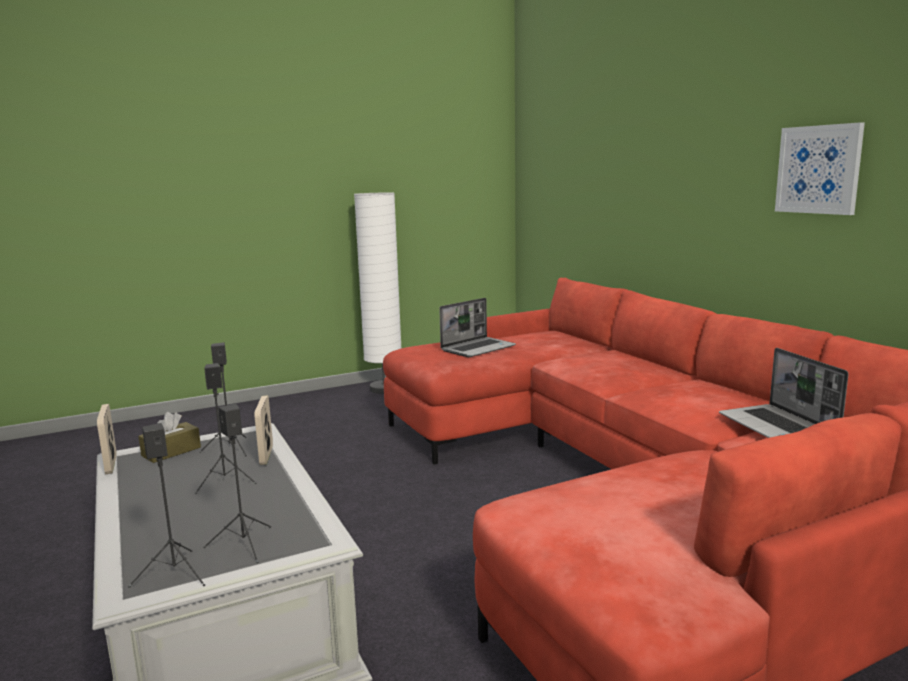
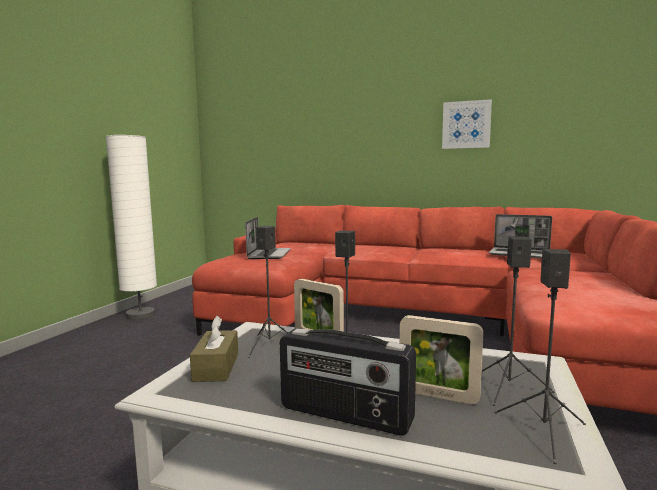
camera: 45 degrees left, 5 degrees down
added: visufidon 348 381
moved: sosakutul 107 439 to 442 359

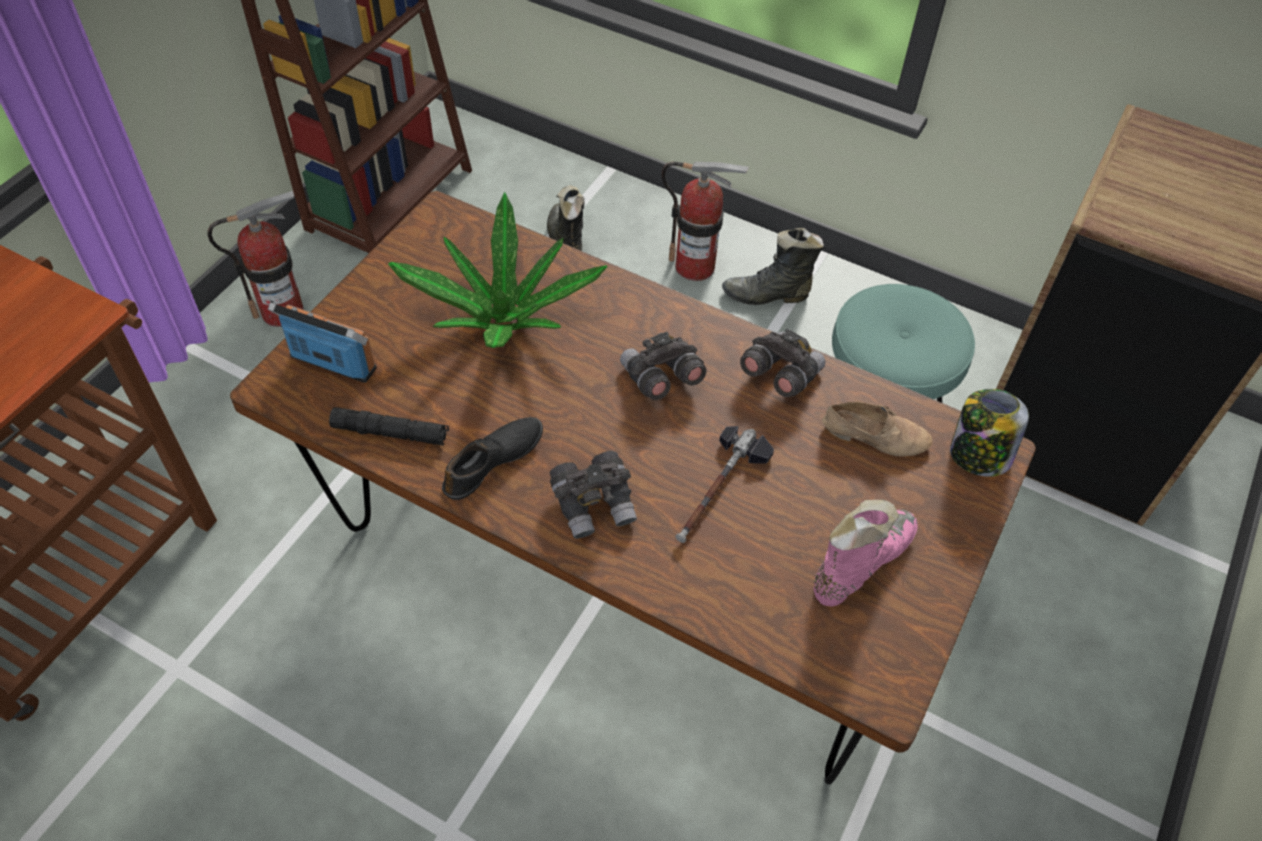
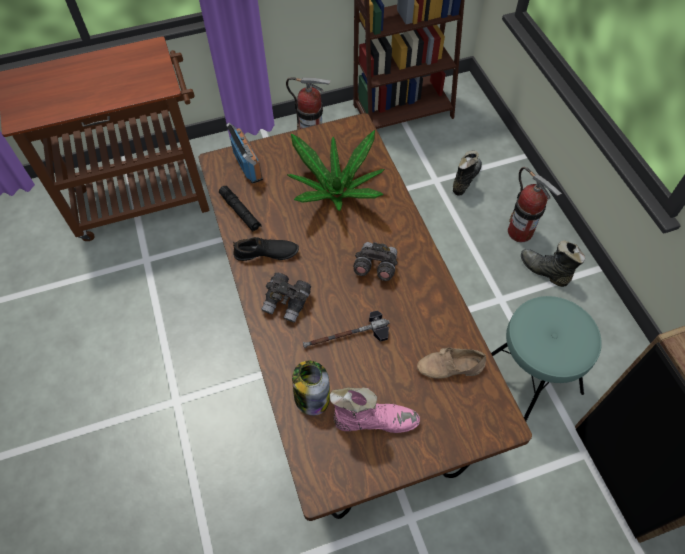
camera: 45 degrees right, 5 degrees up
removed: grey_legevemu 783 362
moved: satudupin 989 433 to 311 388
turned: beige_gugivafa 877 429 = 451 363 120 degrees clockwise

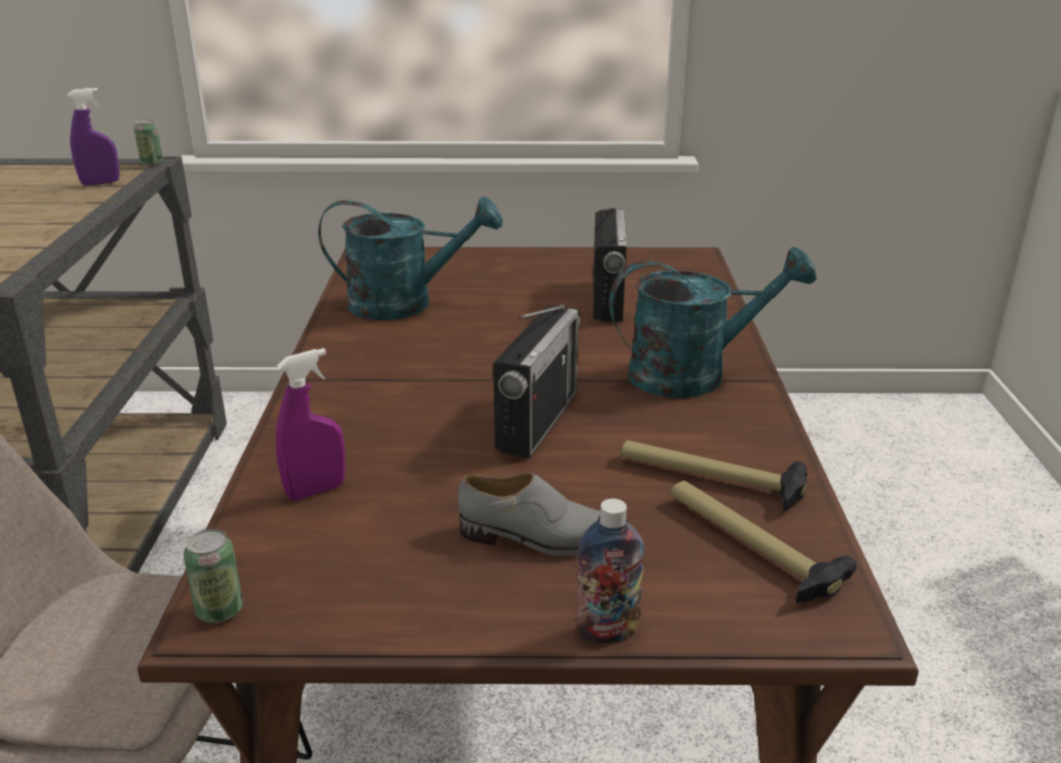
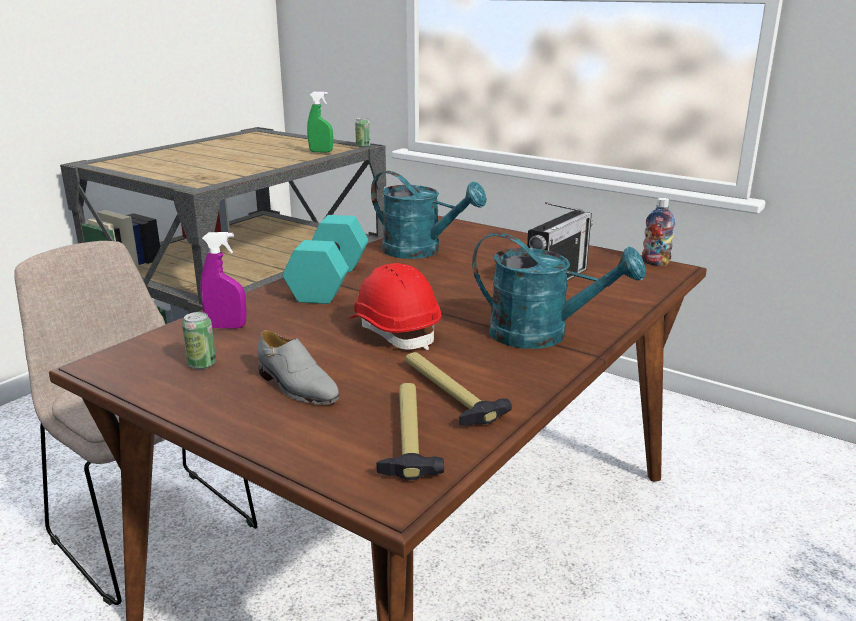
camera: 35 degrees right, 5 degrees down
added: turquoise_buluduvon 325 259
moved: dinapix 213 576 to 199 340; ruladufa 610 571 to 658 232
replaced: visufidon 536 382 to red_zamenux 395 306
recoloured: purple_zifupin 94 137 to green_zifupin 320 122

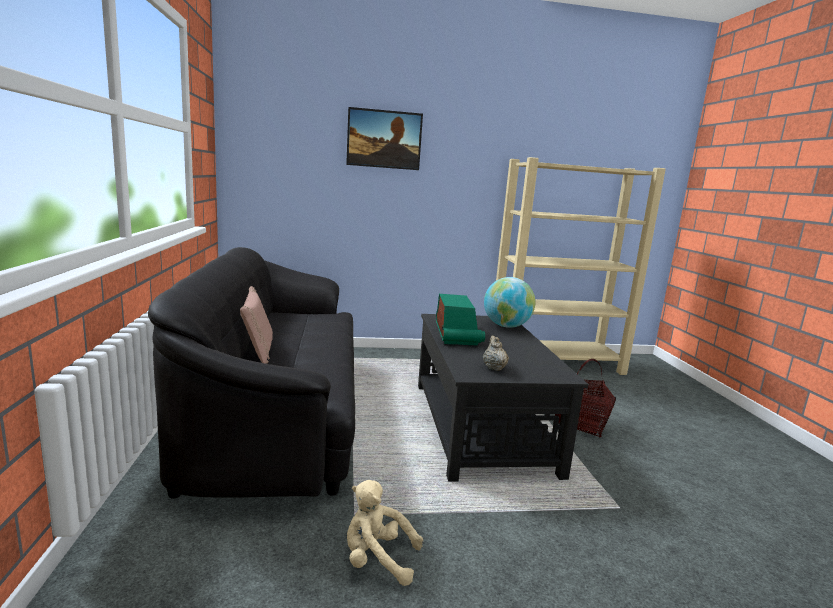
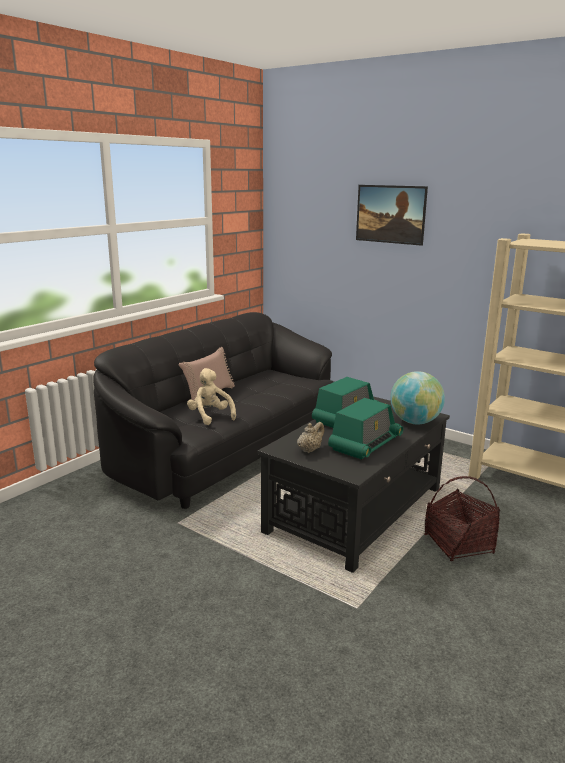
camera: 45 degrees right, 5 degrees up
added: visufidon 365 429
moved: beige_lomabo 385 533 to 211 396

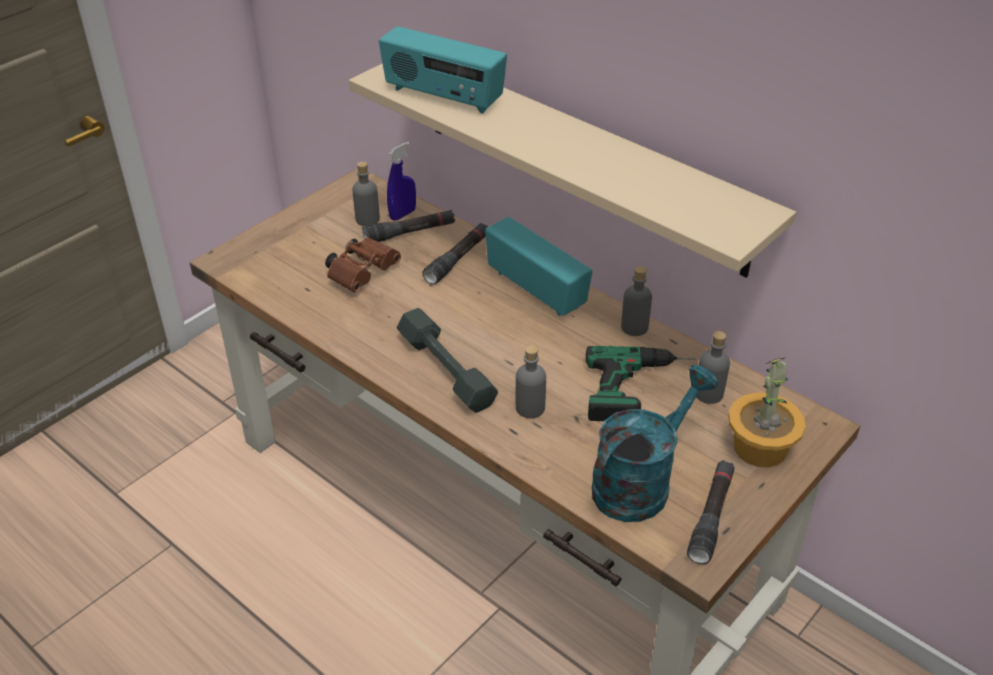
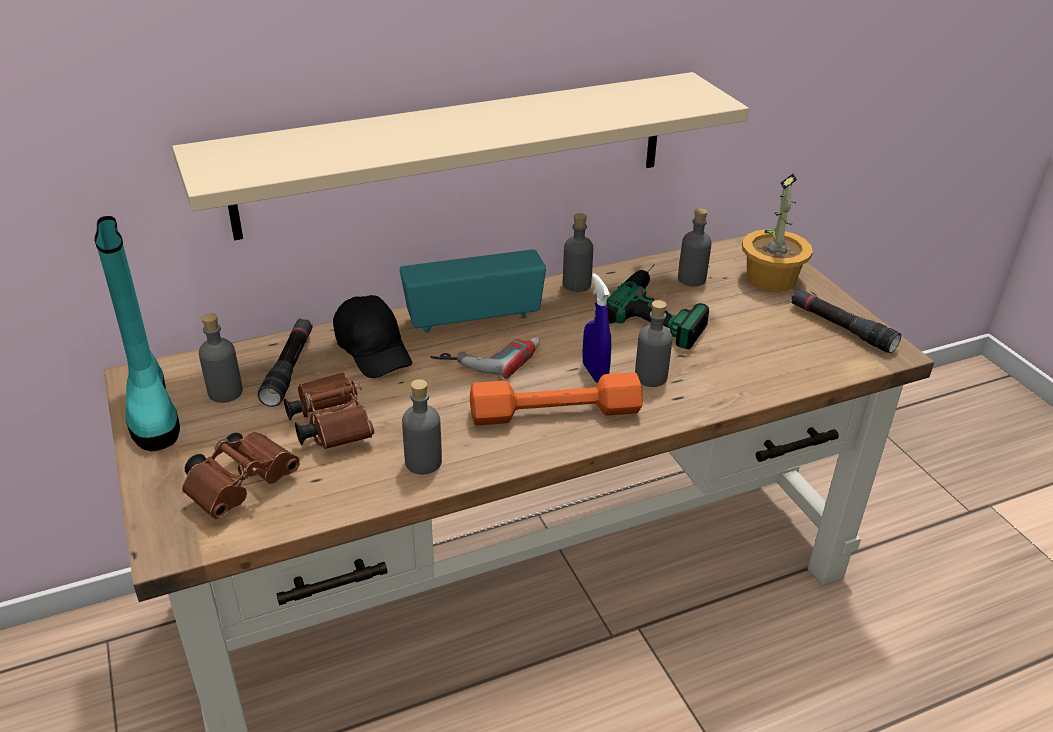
camera: 65 degrees left, 5 degrees down
removed: visufidon 443 70; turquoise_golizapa 655 443
added: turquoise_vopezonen 137 333; brown_legevemu 241 475; grey_ruladufa 422 426; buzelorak 485 358
moved: blue_zifupin 401 181 to 596 328
replaced: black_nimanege 455 253 to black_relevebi 372 336
recoloured: grey_buluduvon 447 360 to orange_buluduvon 556 398

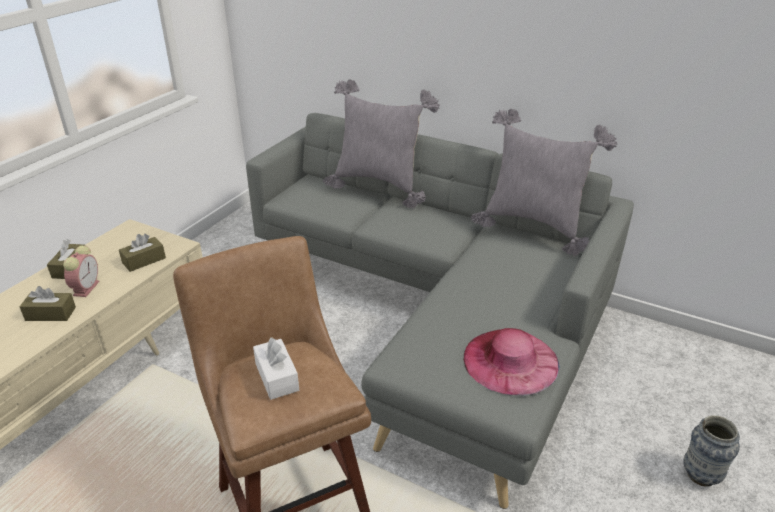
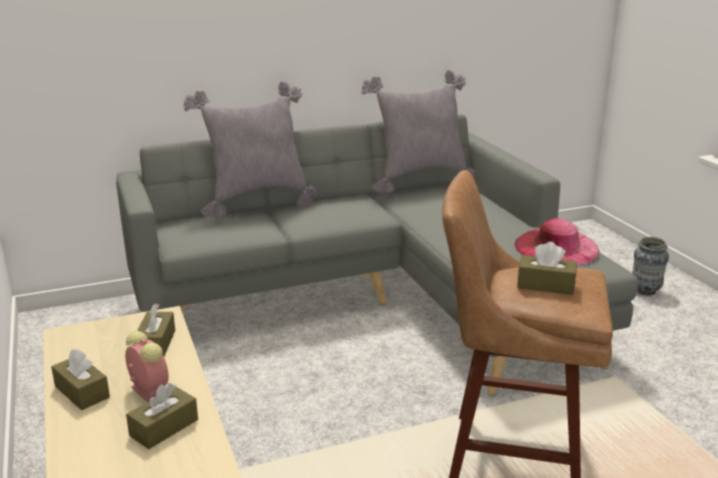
camera: 50 degrees left, 10 degrees down
recoloured: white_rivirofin 276 368 to brown_rivirofin 547 268

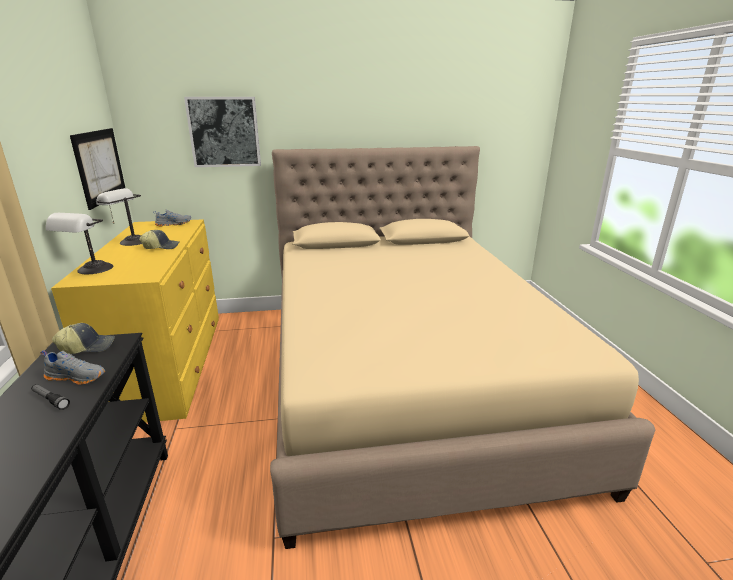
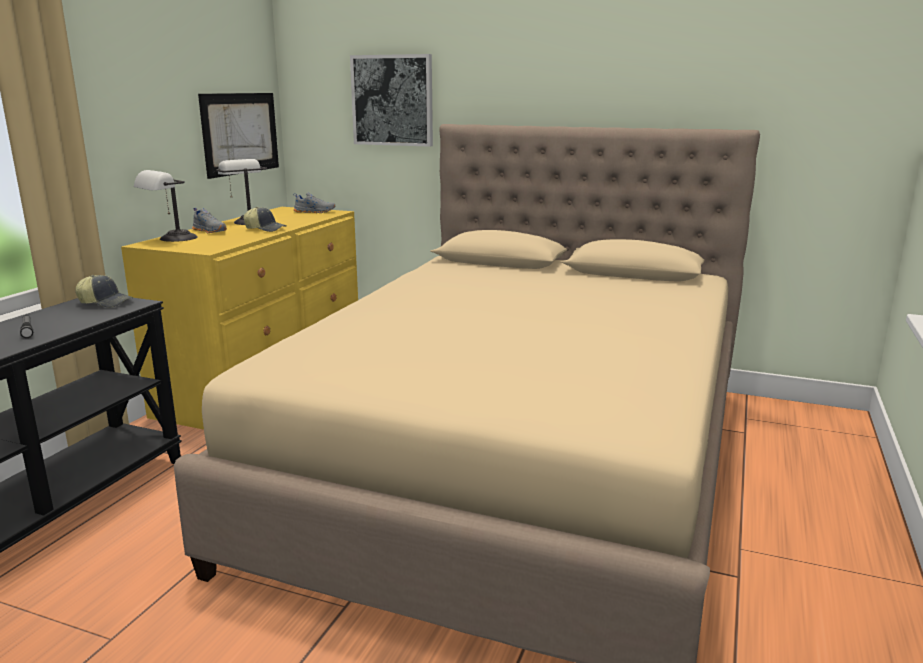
camera: 30 degrees right, 5 degrees down
moved: grey_gugivafa 73 367 to 209 220

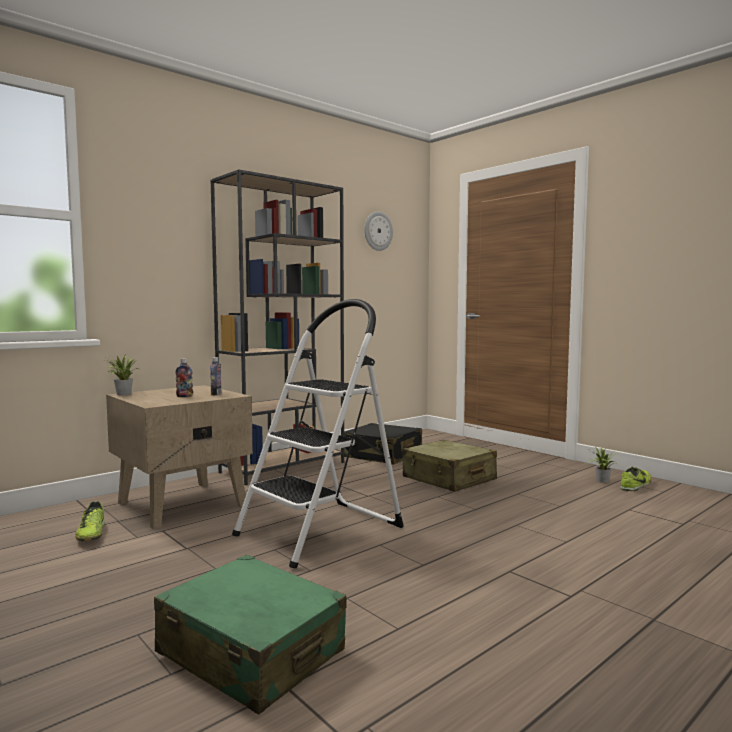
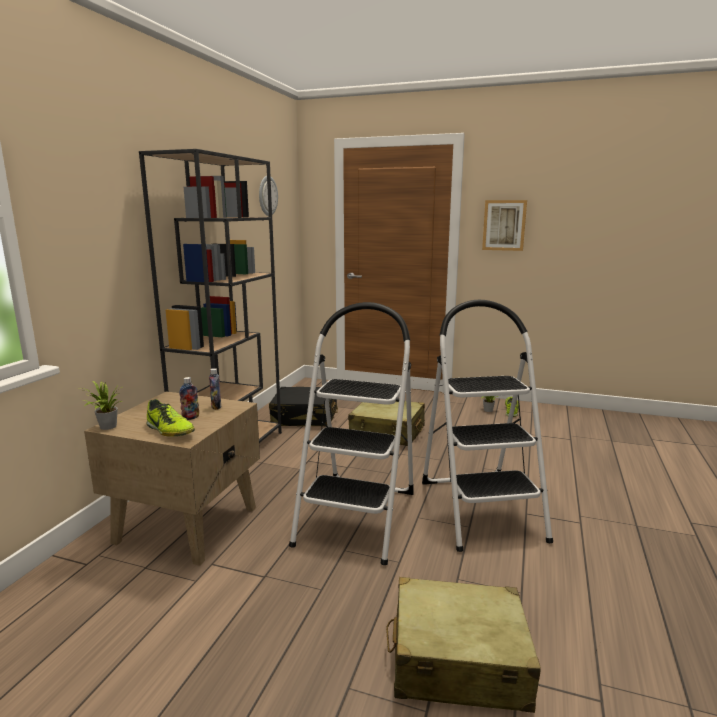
camera: 30 degrees left, 10 degrees up
added: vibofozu 487 426; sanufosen 504 225
moved: gugivafa 90 521 to 170 418
recoloured: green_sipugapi 250 634 to beige_sipugapi 463 645

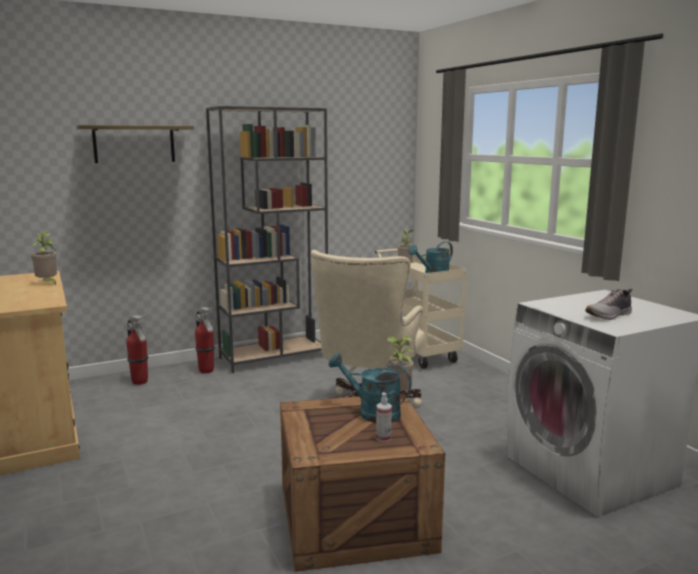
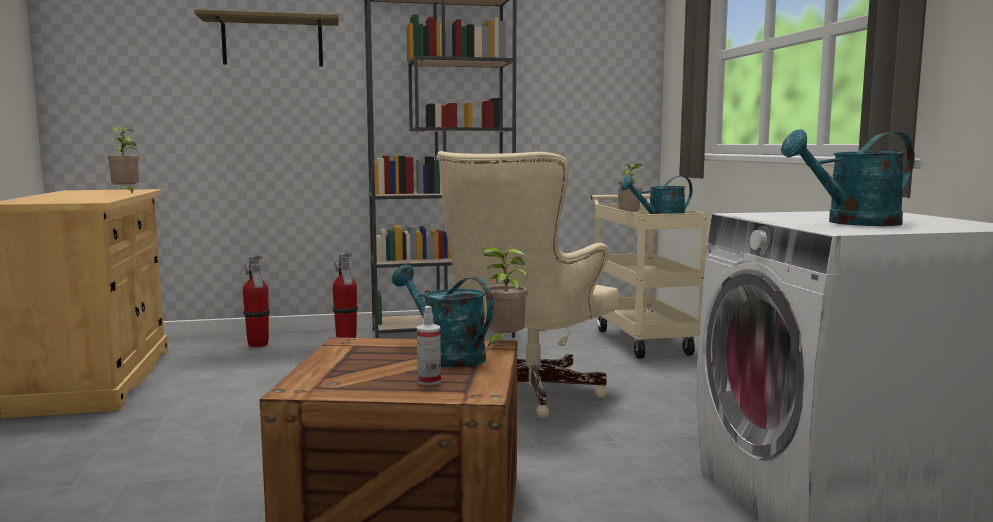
camera: 15 degrees right, 5 degrees down
replaced: gugivafa 608 304 to turquoise_golizapa 848 177

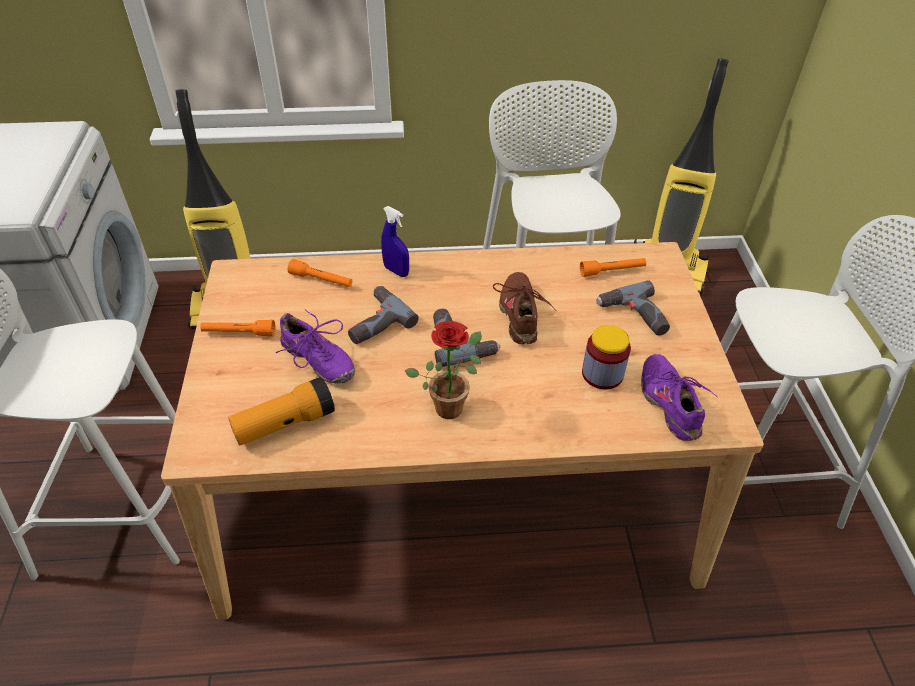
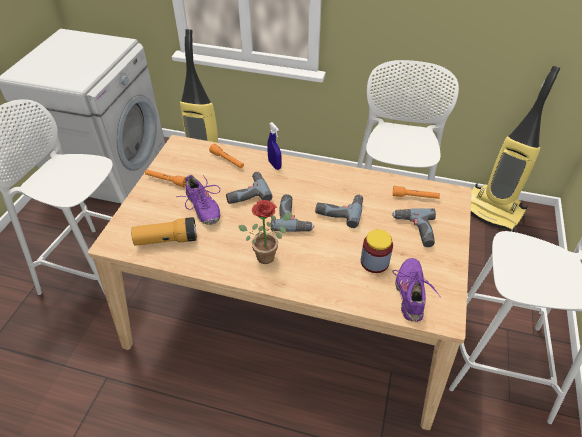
camera: 20 degrees right, 0 degrees up
replaced: brown_gugivafa 524 308 to buzelorak 339 211

